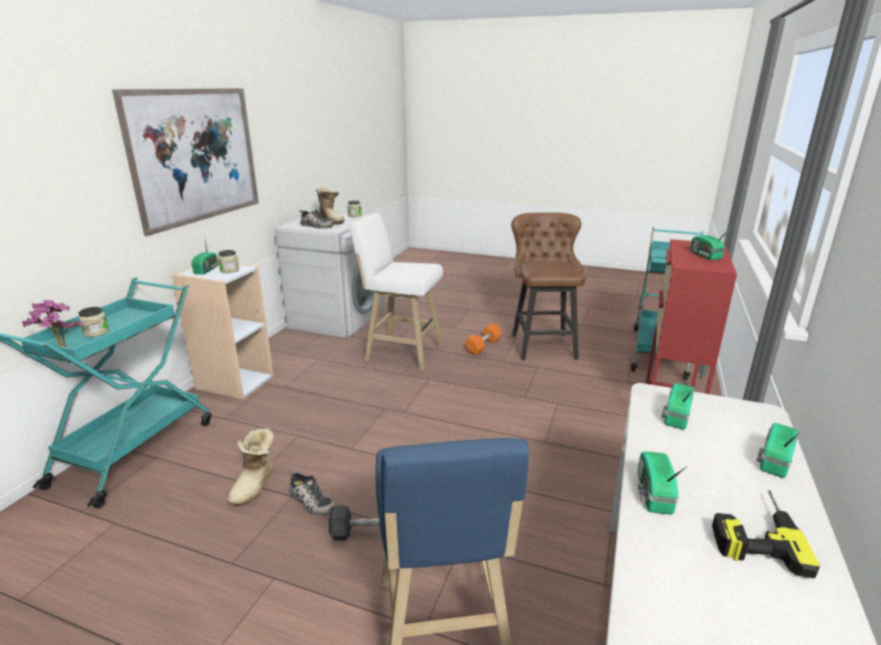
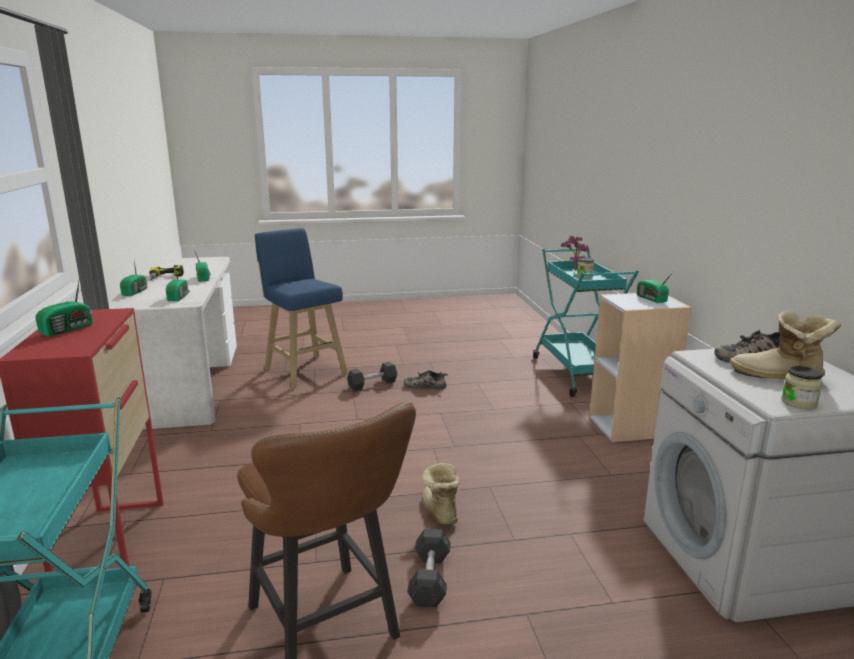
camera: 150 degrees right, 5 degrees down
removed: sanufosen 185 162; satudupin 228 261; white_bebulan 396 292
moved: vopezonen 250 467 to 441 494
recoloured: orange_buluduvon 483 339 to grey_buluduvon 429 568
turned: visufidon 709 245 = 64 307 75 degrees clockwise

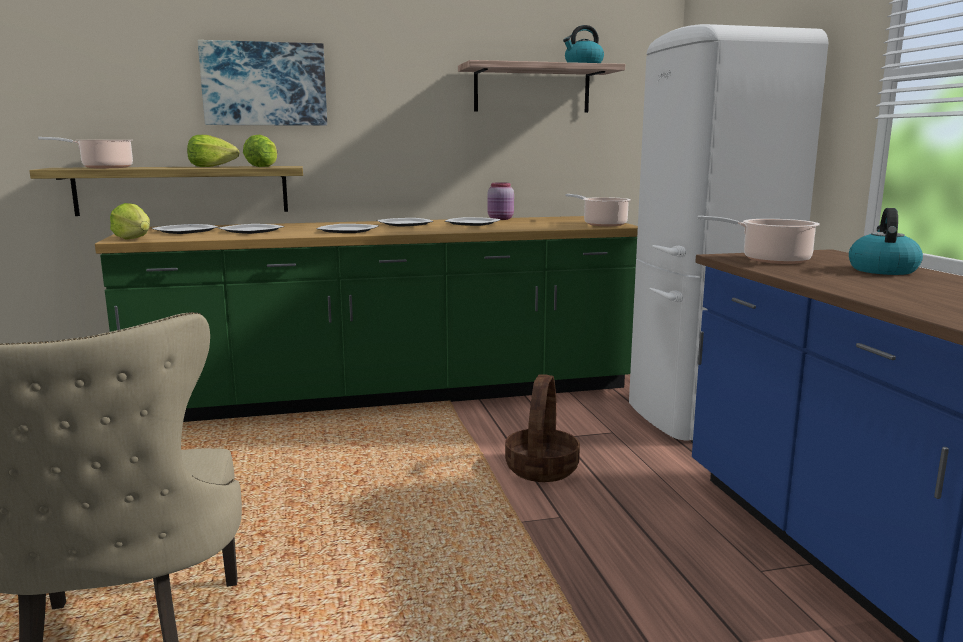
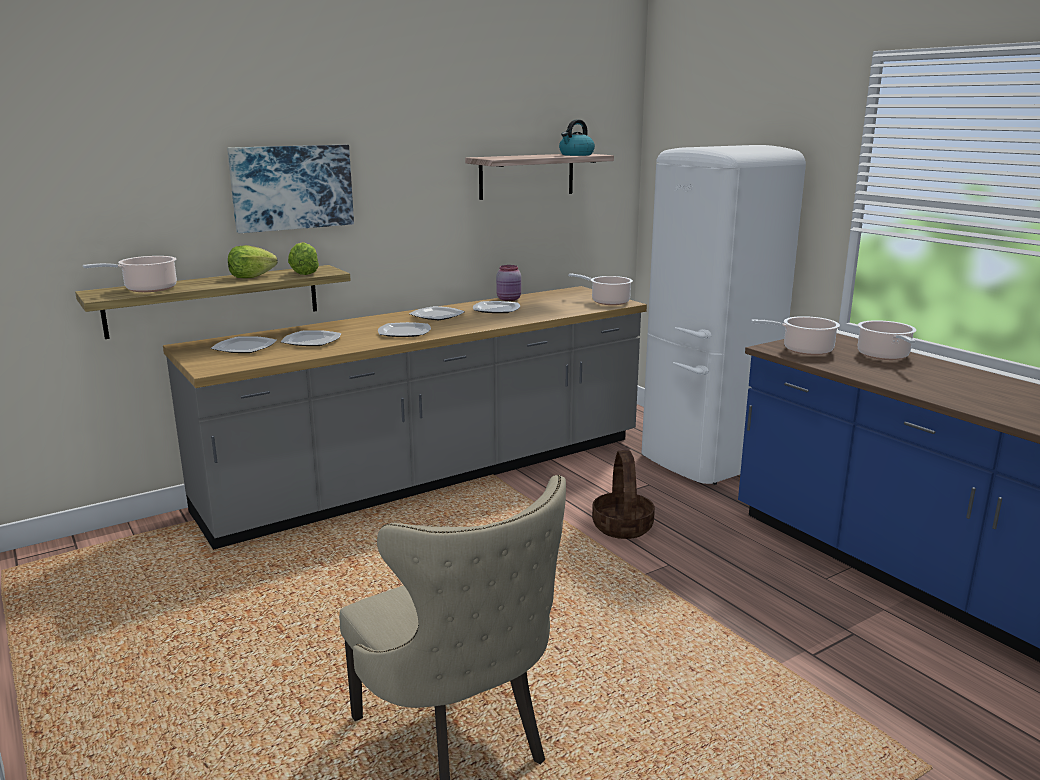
camera: 20 degrees left, 5 degrees up
removed: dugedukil 130 221
replaced: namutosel 886 241 to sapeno 887 340
recoloured: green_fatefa 366 319 to grey_fatefa 405 418

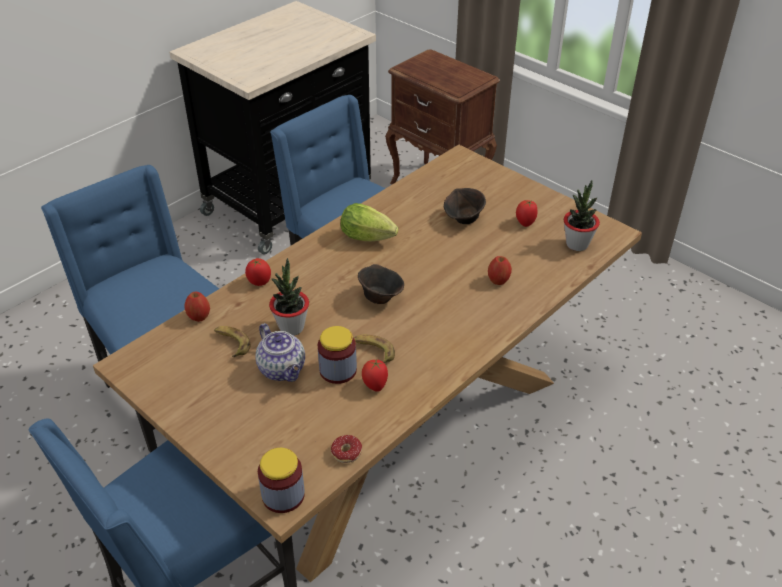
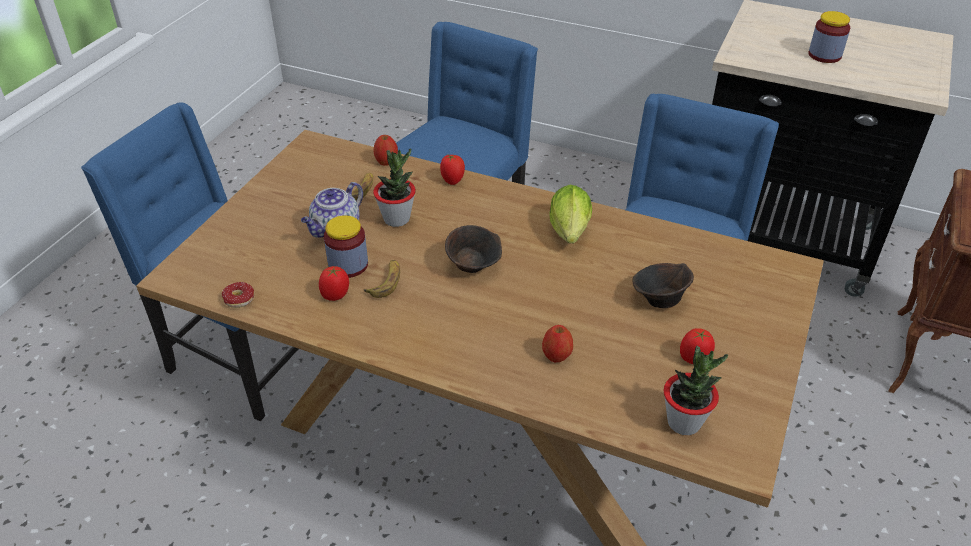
camera: 70 degrees right, 0 degrees up
moved: satudupin 281 480 to 829 37

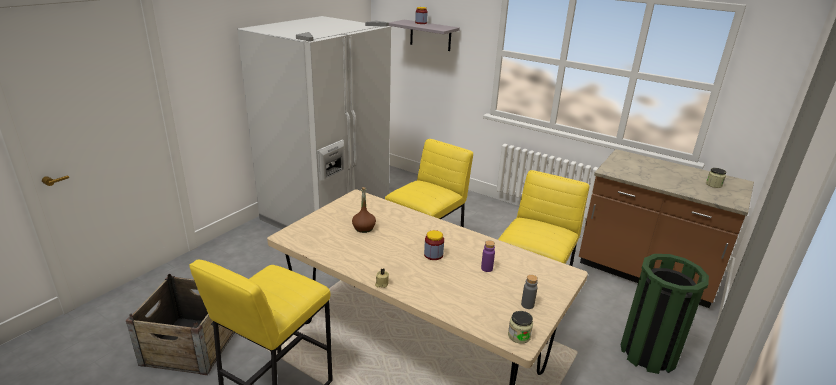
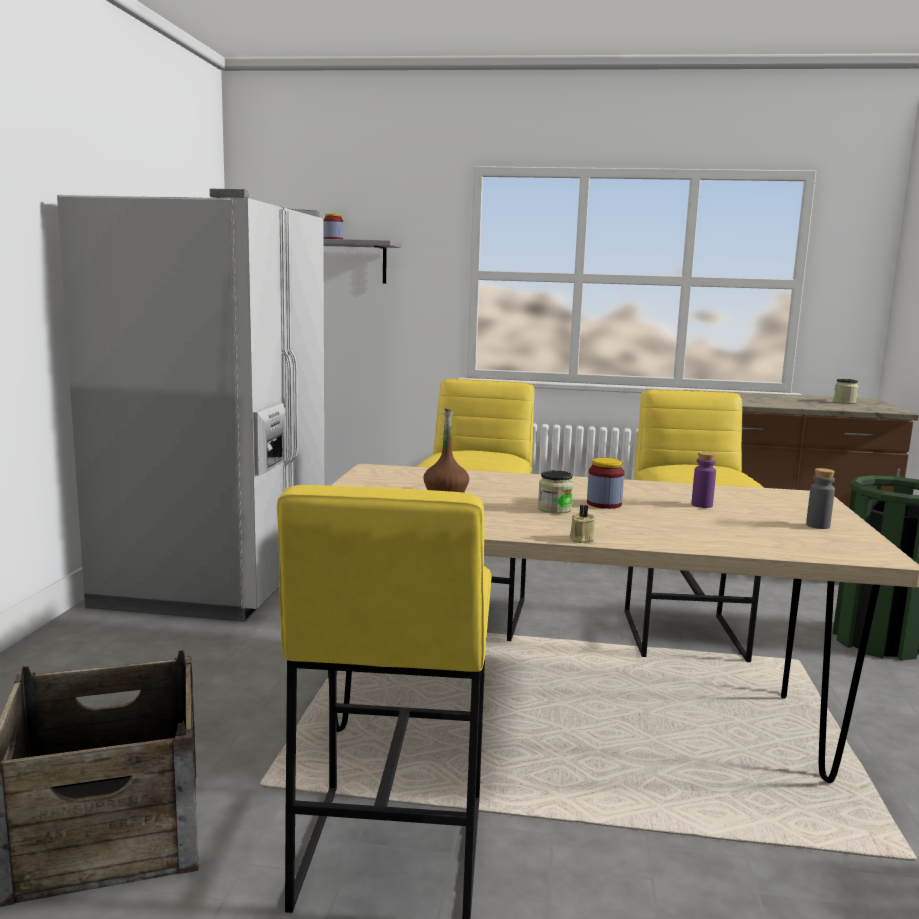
camera: 25 degrees left, 15 degrees down
moved: satudupin 520 327 to 556 492

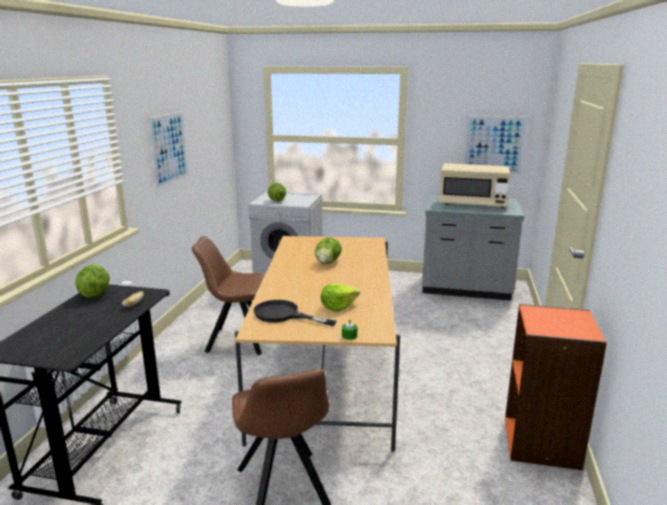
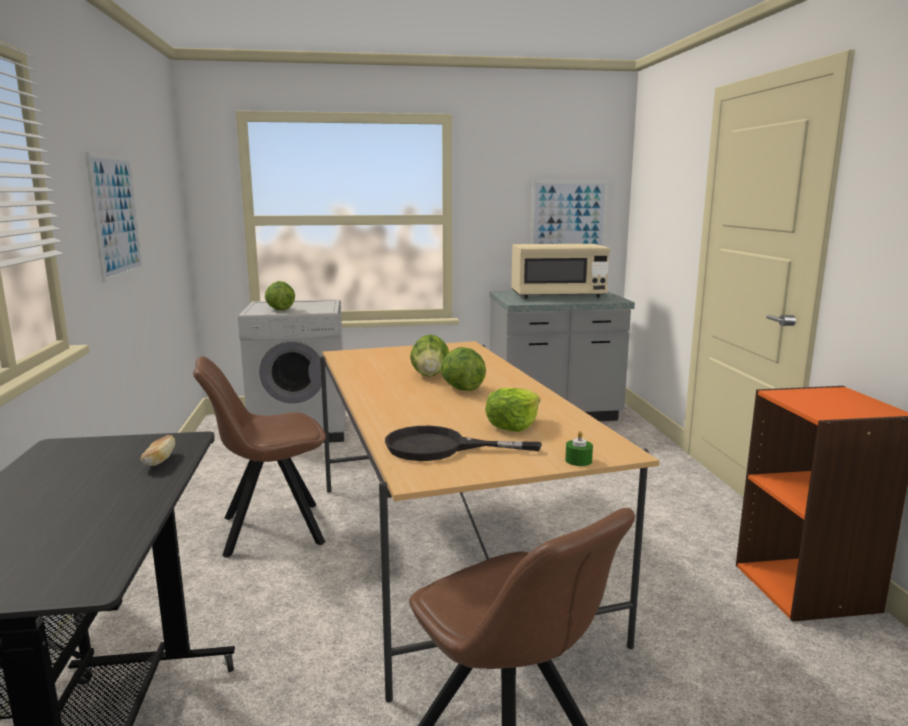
camera: 20 degrees left, 5 degrees down
moved: dugedukil 93 281 to 463 369

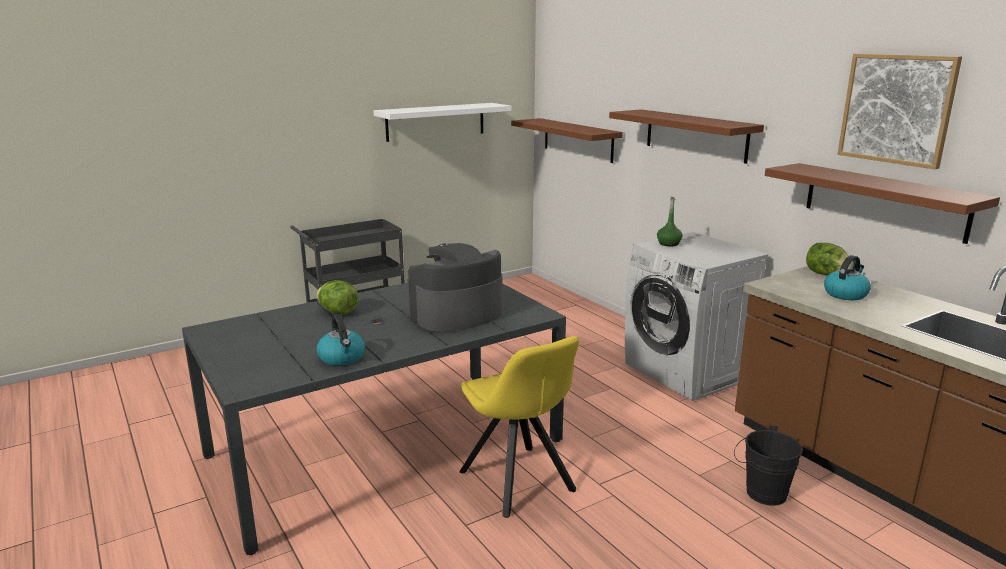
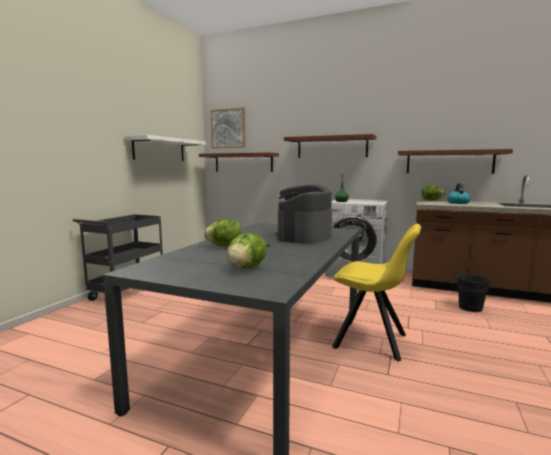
camera: 35 degrees left, 10 degrees down
removed: namutosel 341 340
added: dugedukil 247 251
moved: sanufosen 900 111 to 228 128

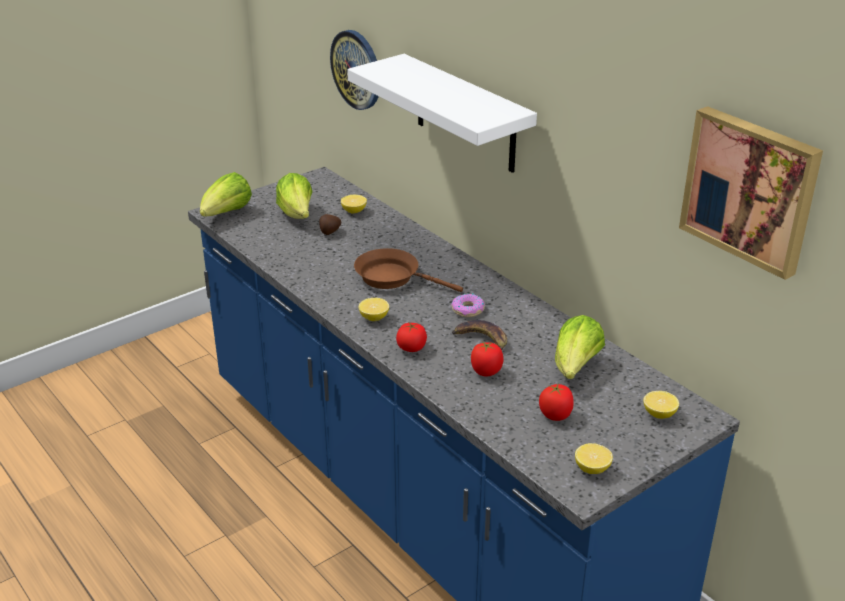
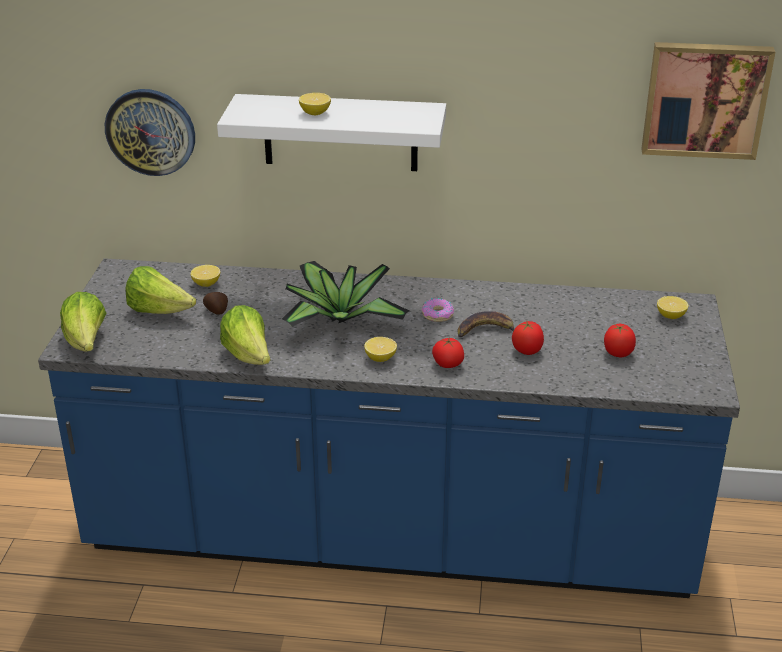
camera: 45 degrees left, 0 degrees up
moved: dugedukil 580 347 to 245 335; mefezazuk 594 458 to 315 104
replaced: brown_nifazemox 408 270 to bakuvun 346 294

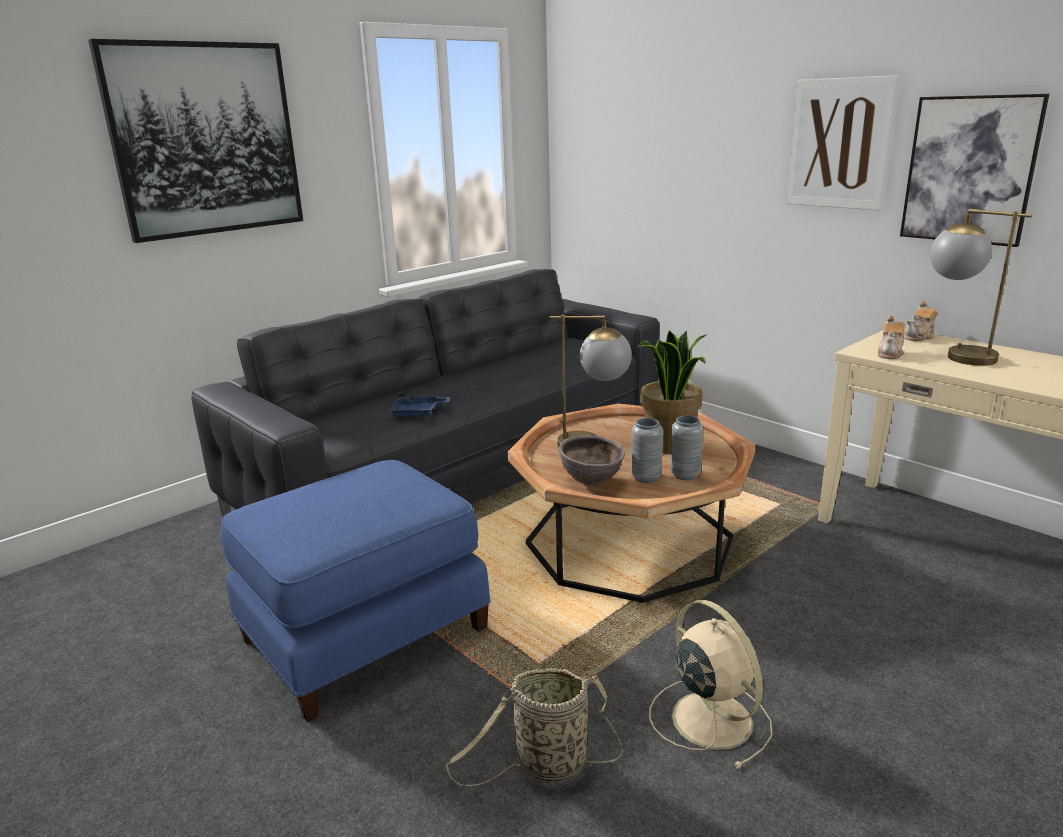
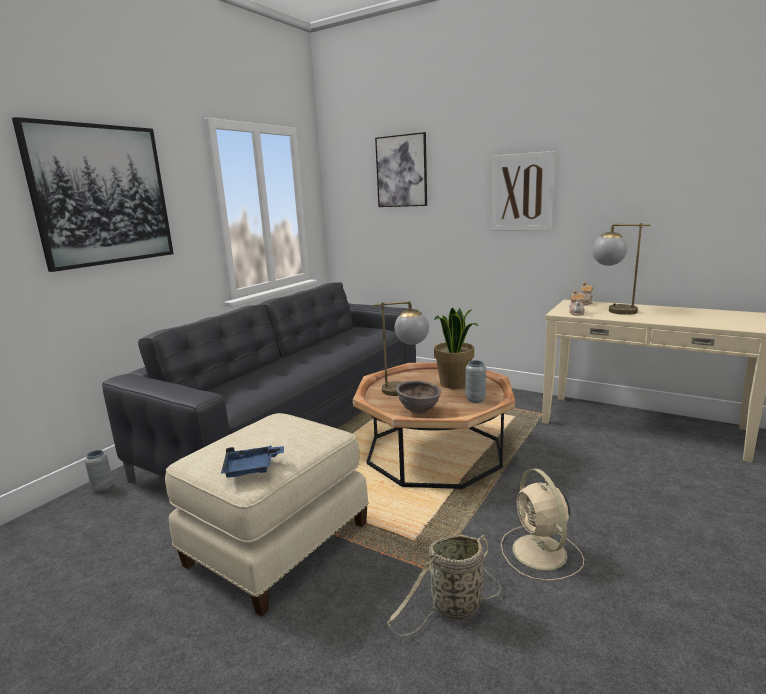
camera: 15 degrees left, 5 degrees down
moved: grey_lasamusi 647 450 to 99 471; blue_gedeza 419 404 to 252 462; sanufosen 974 170 to 401 169
recoloured: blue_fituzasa 355 591 to beige_fituzasa 267 514
turned: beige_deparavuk 710 684 = 542 524 150 degrees counterclockwise

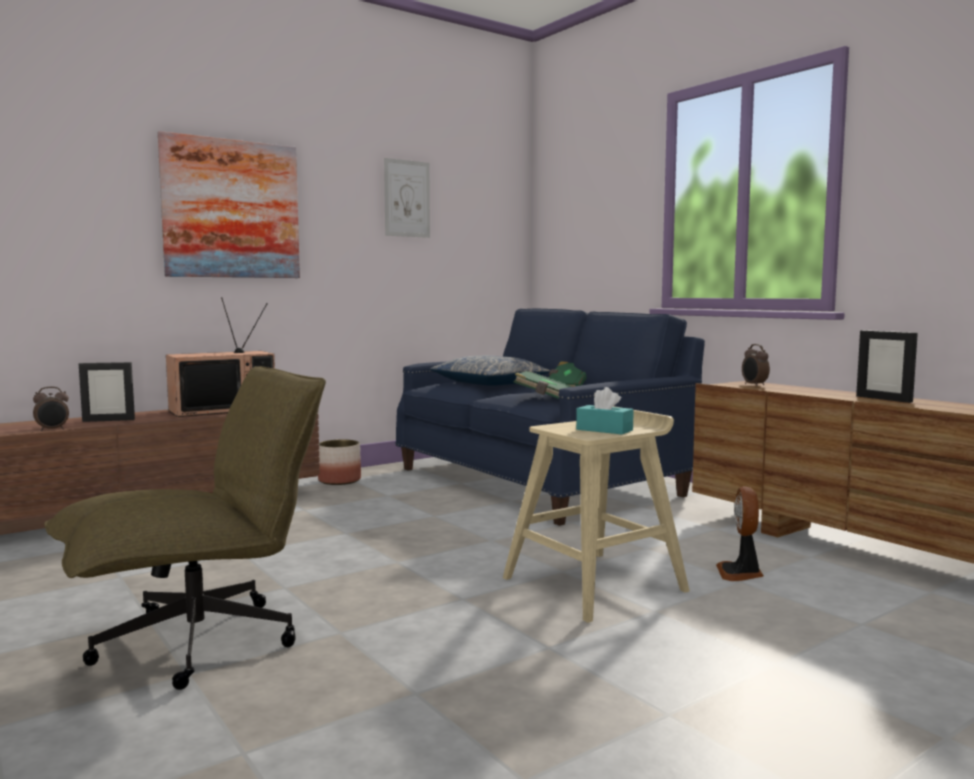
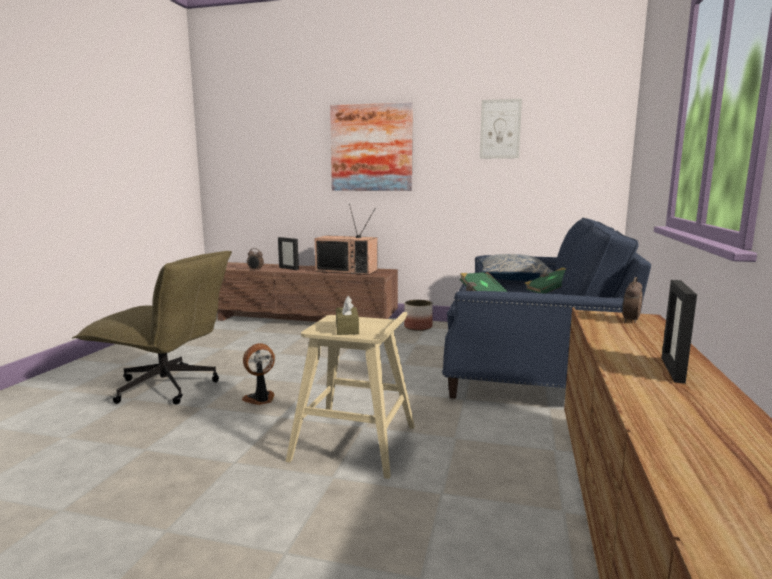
camera: 50 degrees right, 5 degrees up
moved: deparavuk 740 533 to 258 374
recoloured: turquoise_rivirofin 605 410 to brown_rivirofin 347 315

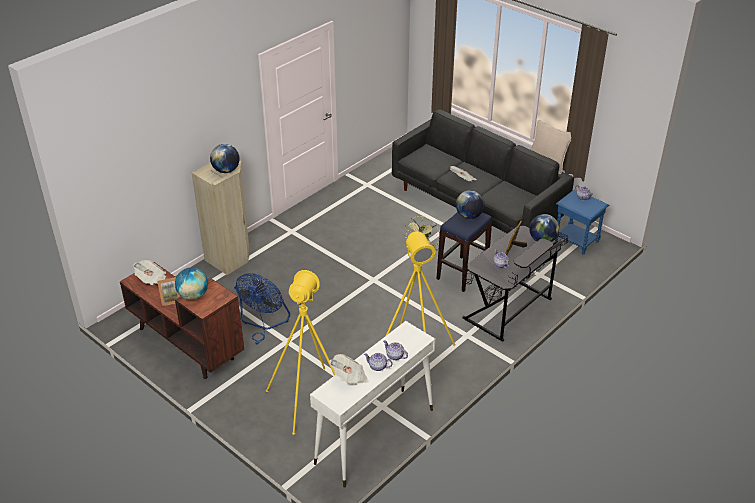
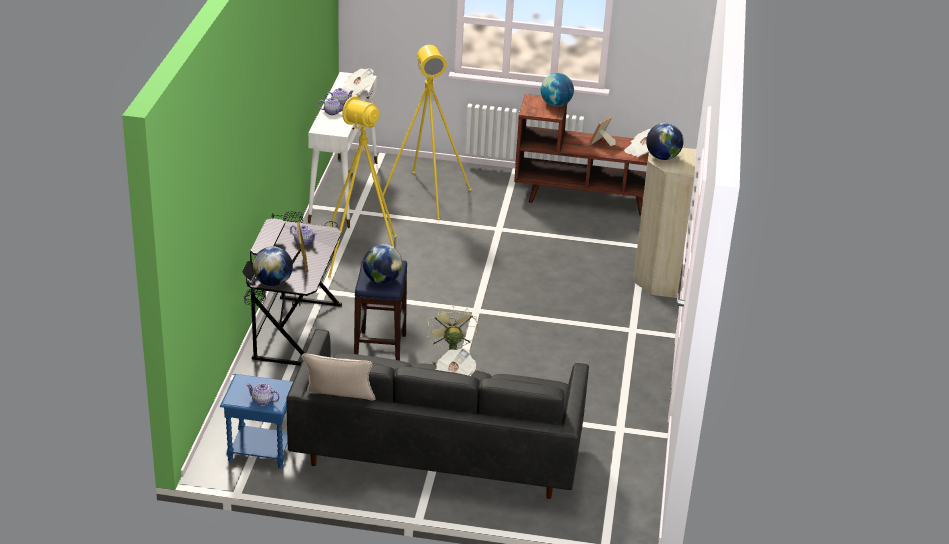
camera: 145 degrees right, 5 degrees down
removed: blue_deparavuk 262 308

